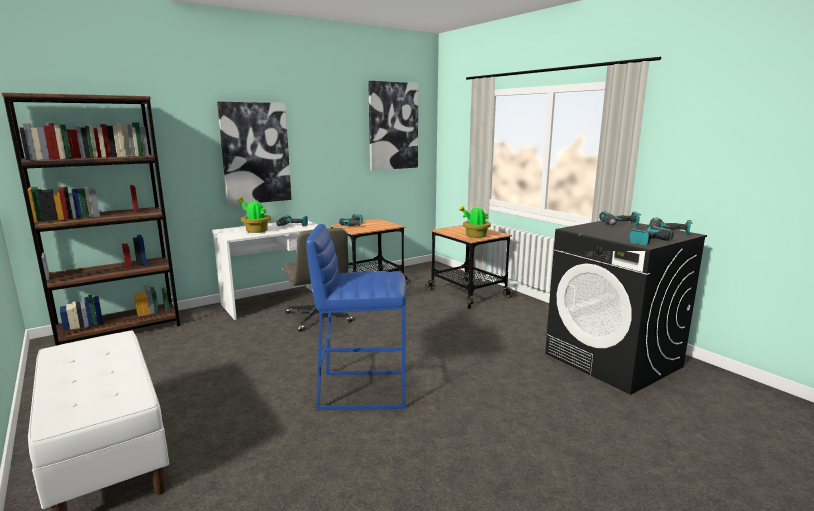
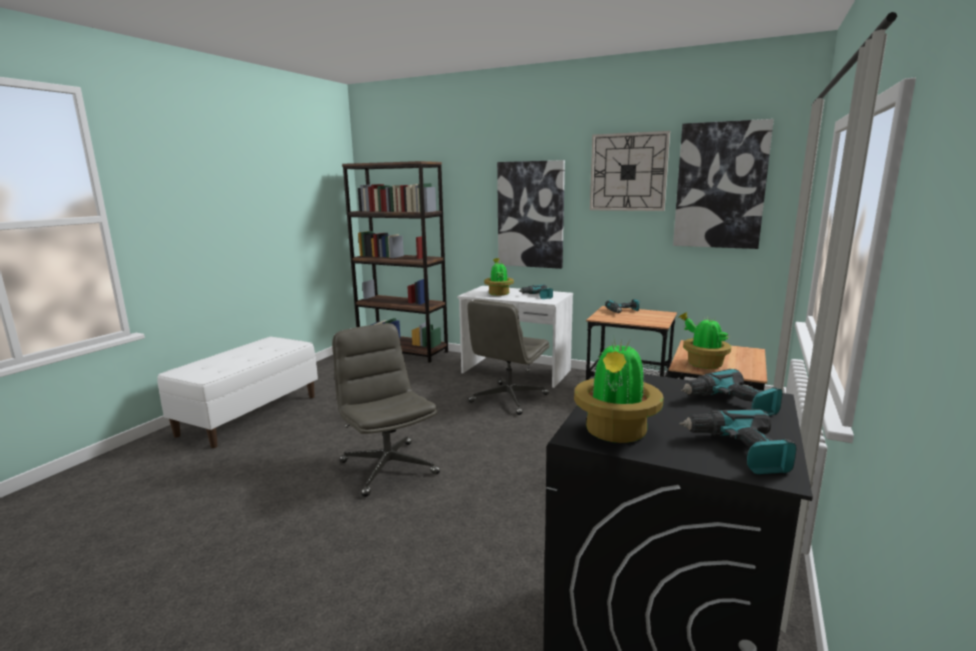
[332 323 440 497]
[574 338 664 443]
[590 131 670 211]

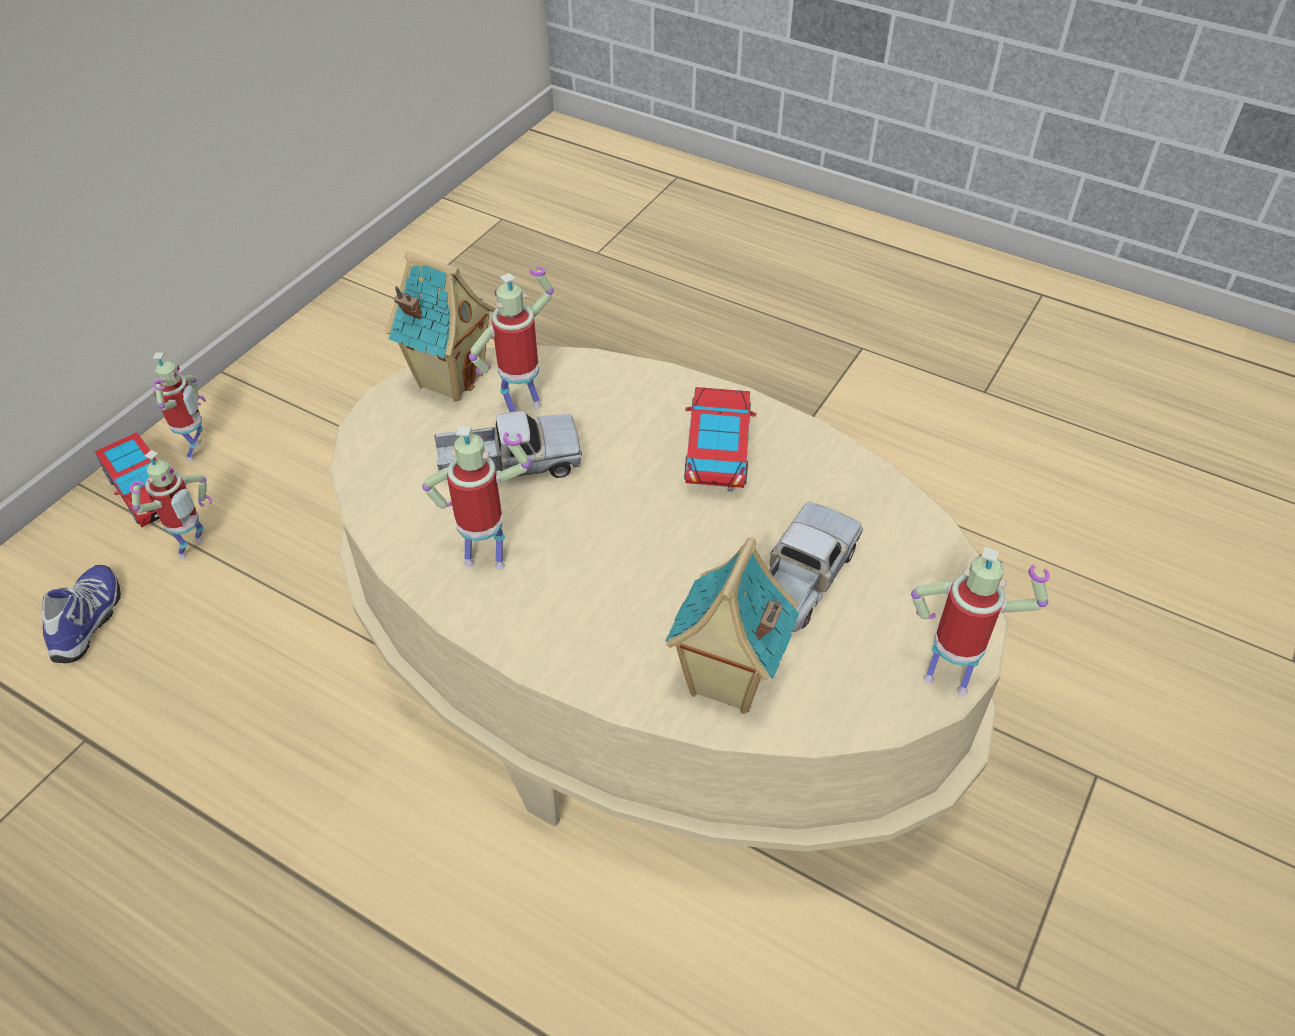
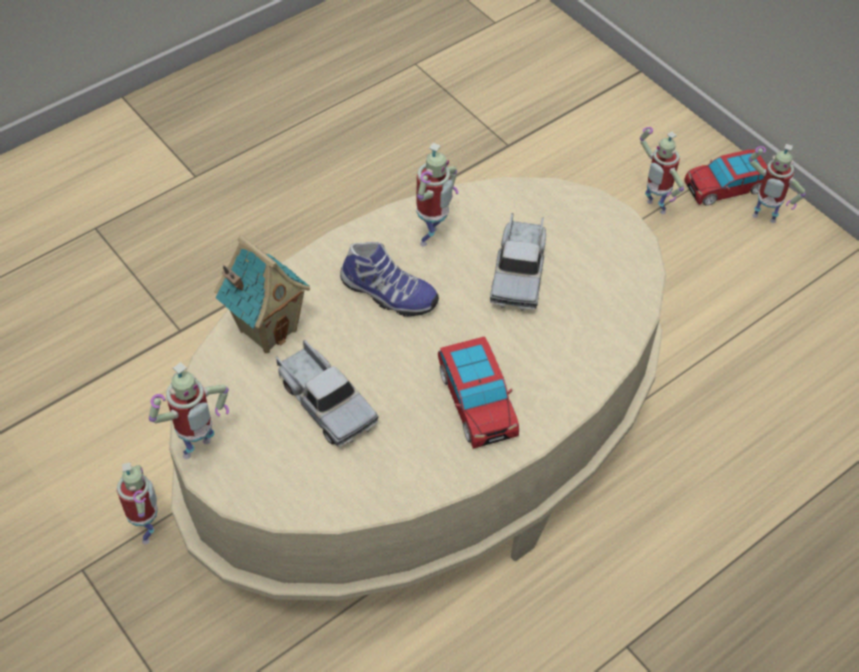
[117 462 158 545]
[340 242 439 317]
[438 336 519 449]
[385 251 495 402] (first image)

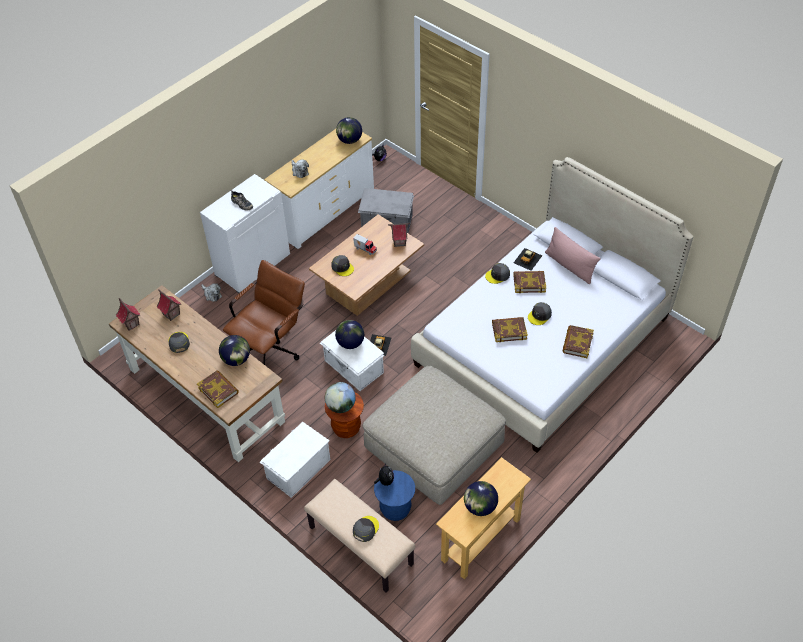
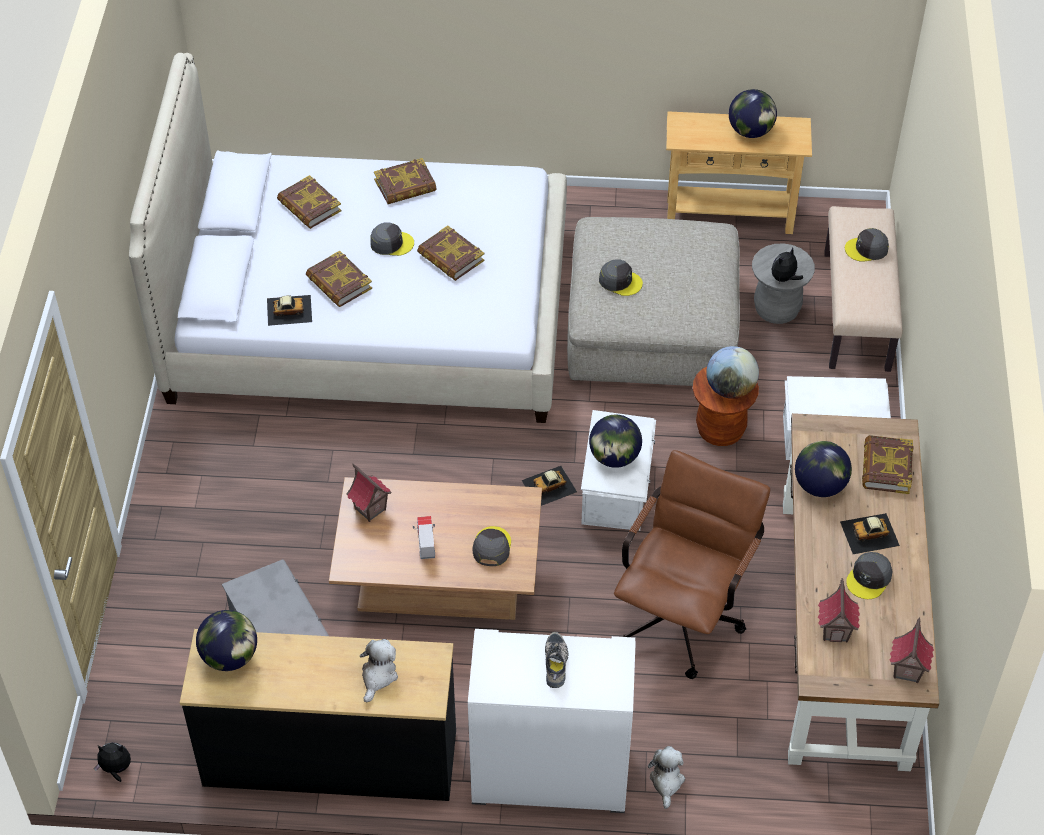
[180 629 456 801]
[277 175 341 229]
[599 259 643 296]
[614 450 770 679]
[752 243 815 324]
[840 513 900 554]
[545 227 601 284] (first image)

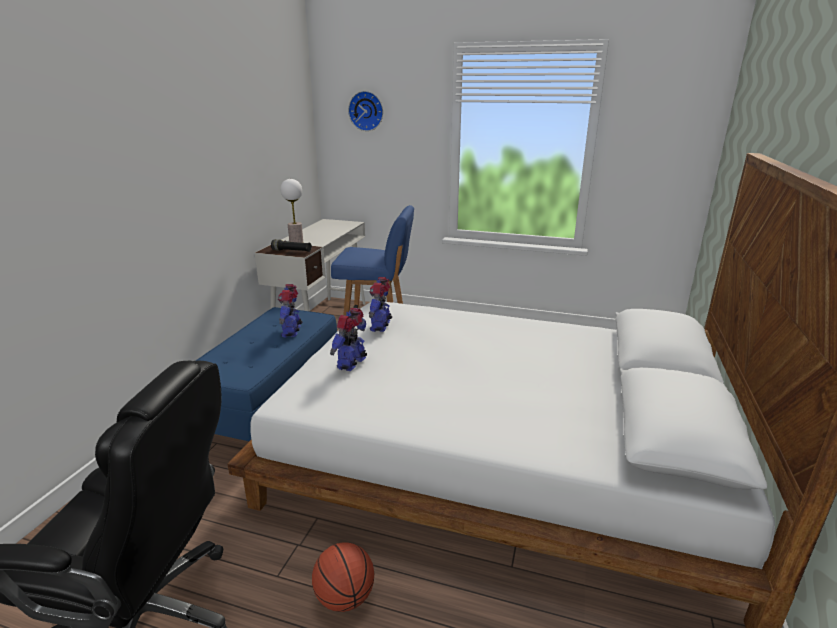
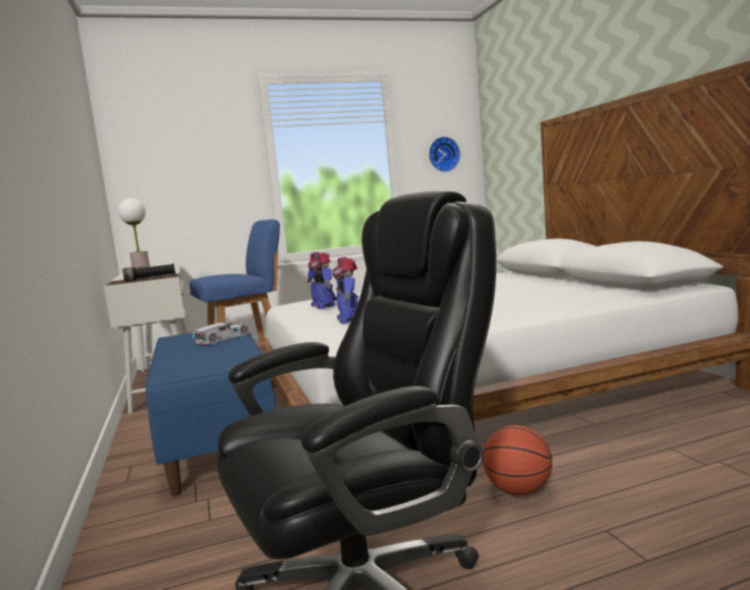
[192 322 250 345]
[429 137 460 172]

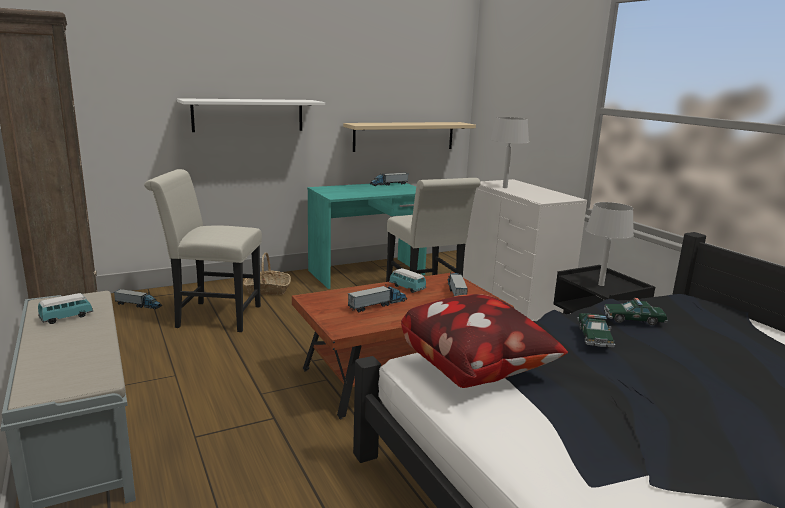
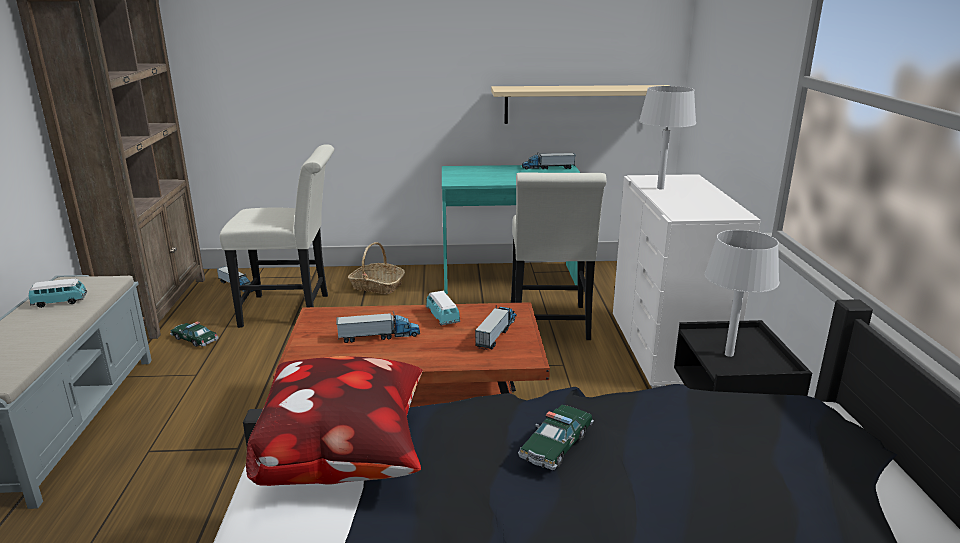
[170 321 219 347]
[220 144 334 328]
[177 98 325 132] (first image)

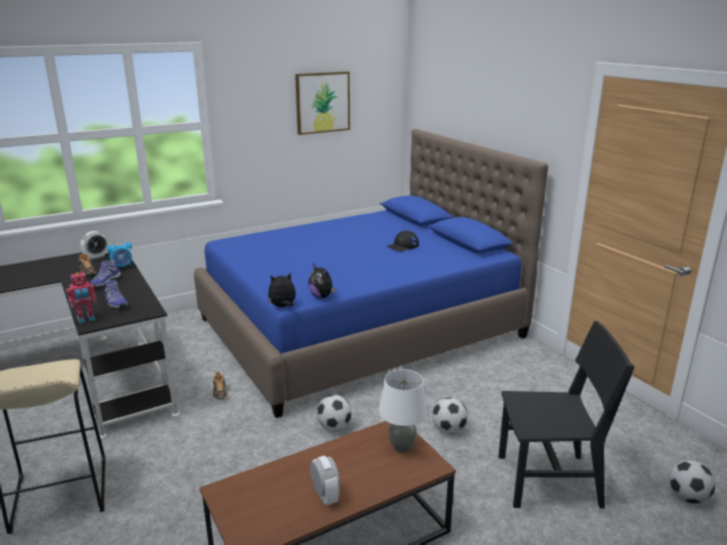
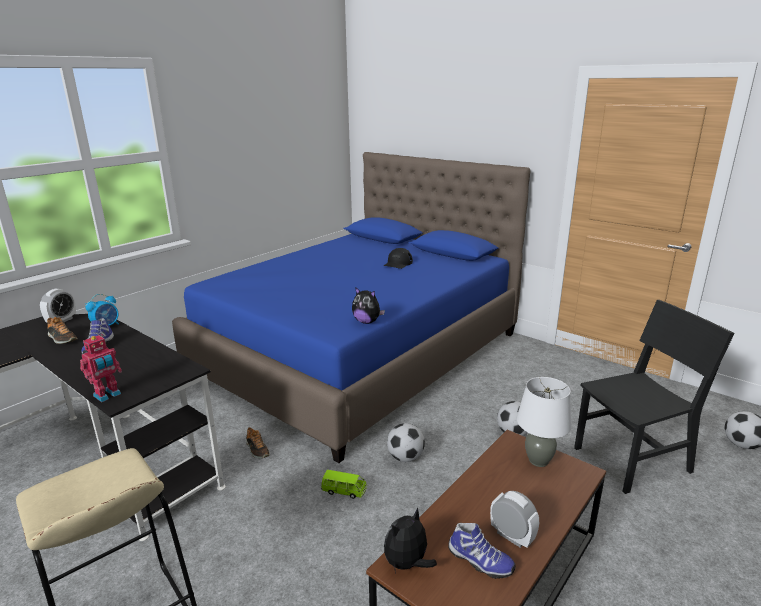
[321 470 367 499]
[384 508 437 574]
[448 523 516 579]
[295 71 350 135] (first image)

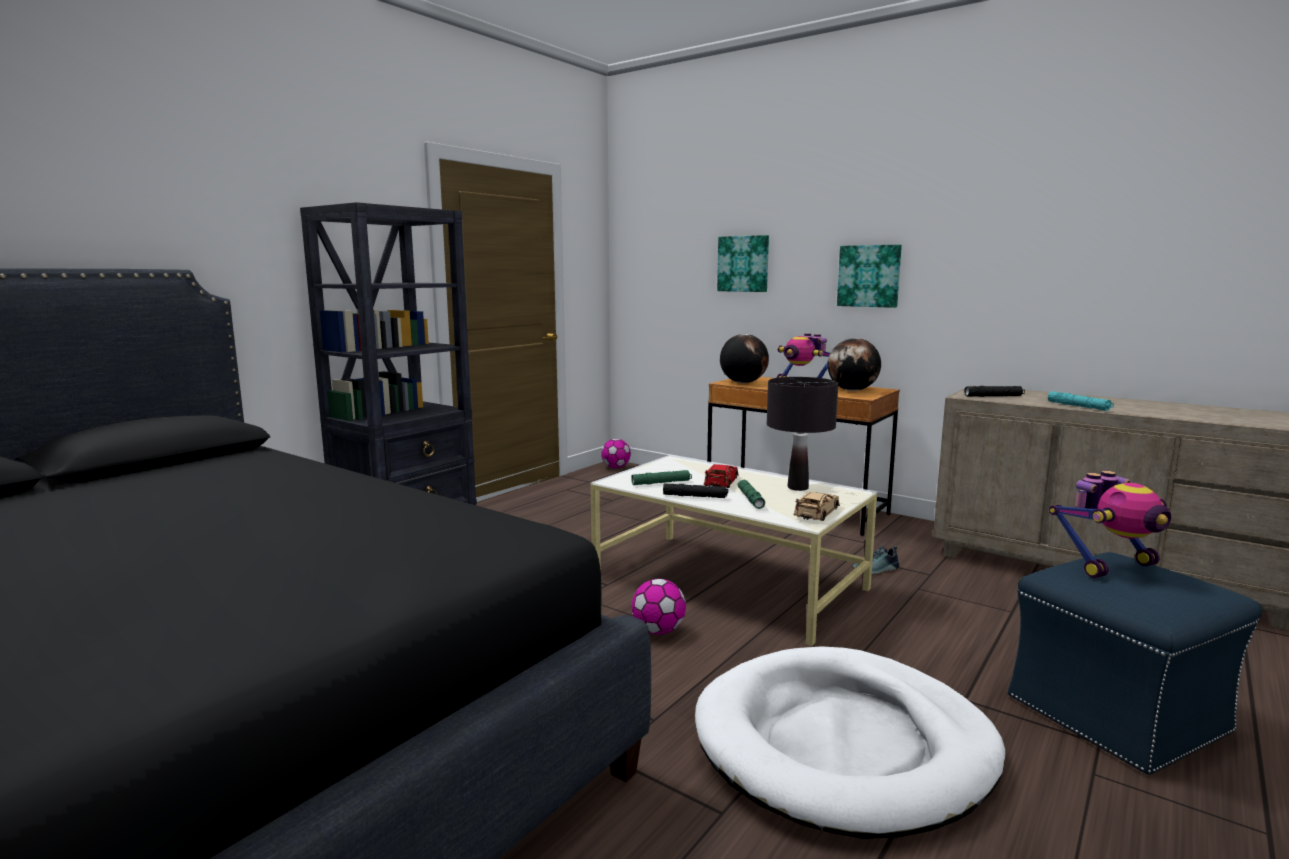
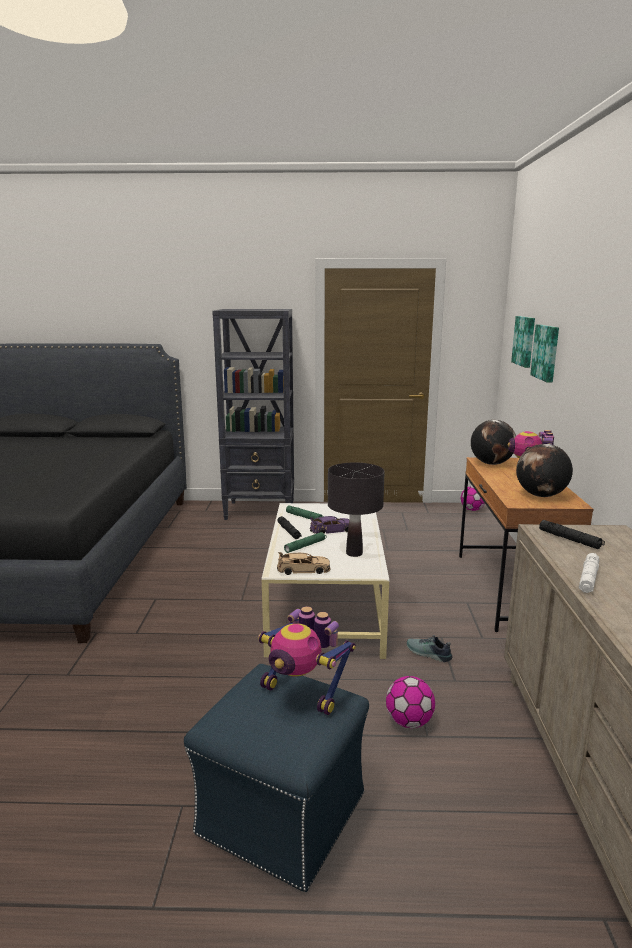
[310 516 349 534]
[386 676 435 728]
[511 316 535 368]
[579 553 599 593]
[695 646 1006 839] (first image)

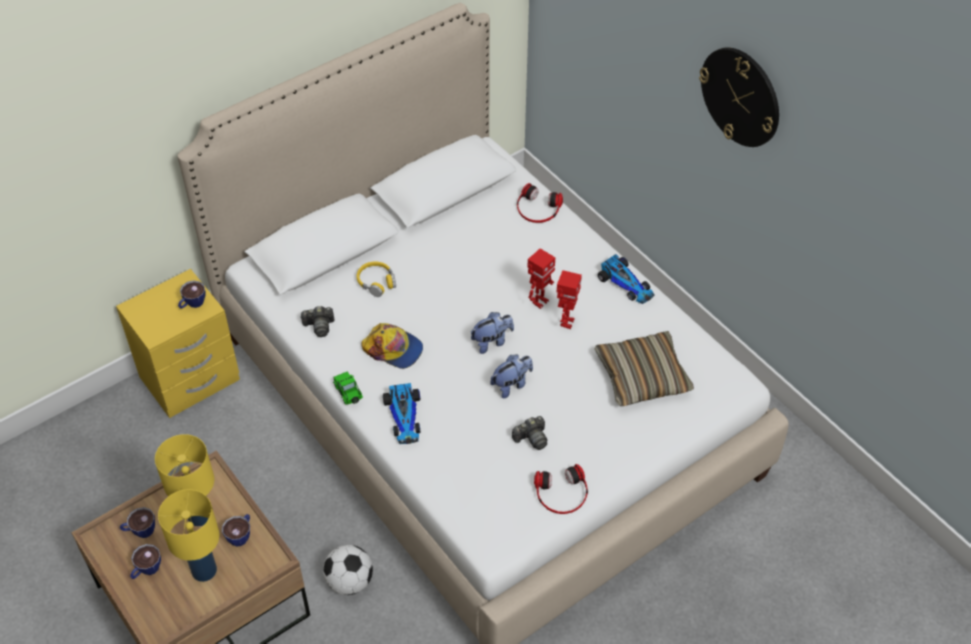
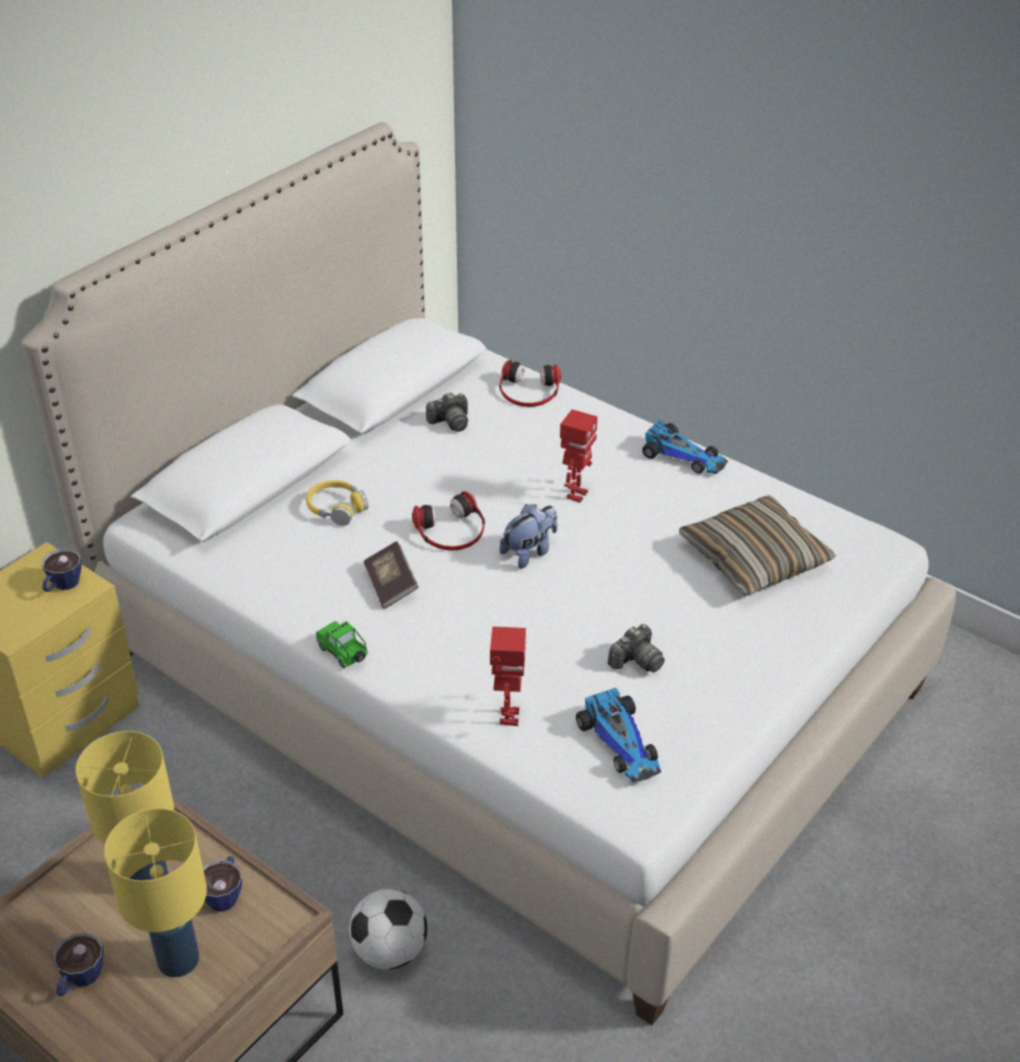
[364 541 418 609]
[412 491 485 551]
[426 392 468 432]
[490 626 526 726]
[576 688 661 782]
[120 507 155 538] (first image)
[490 355 533 398] (first image)
[699 47 779 147] (first image)

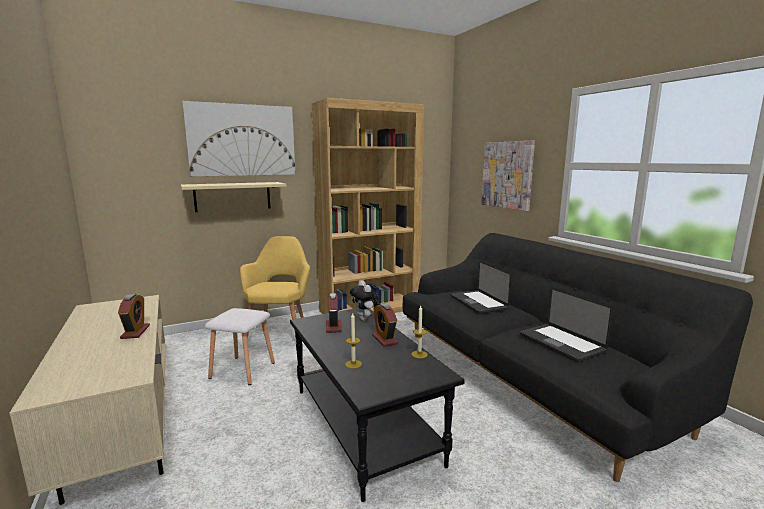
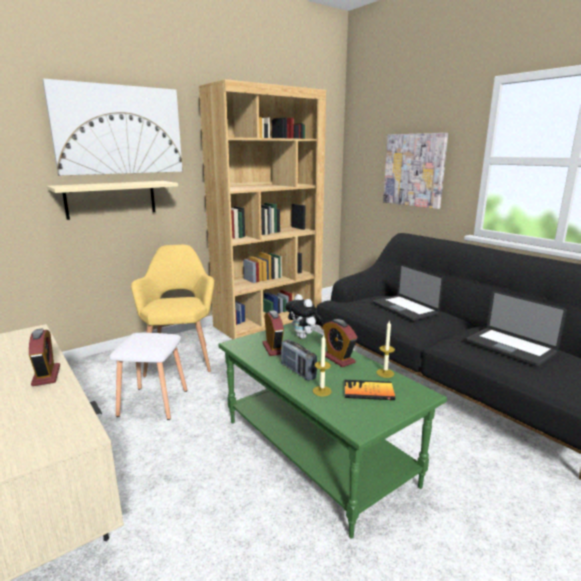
[218 323 447 538]
[281 339 317 381]
[344 380 395 400]

